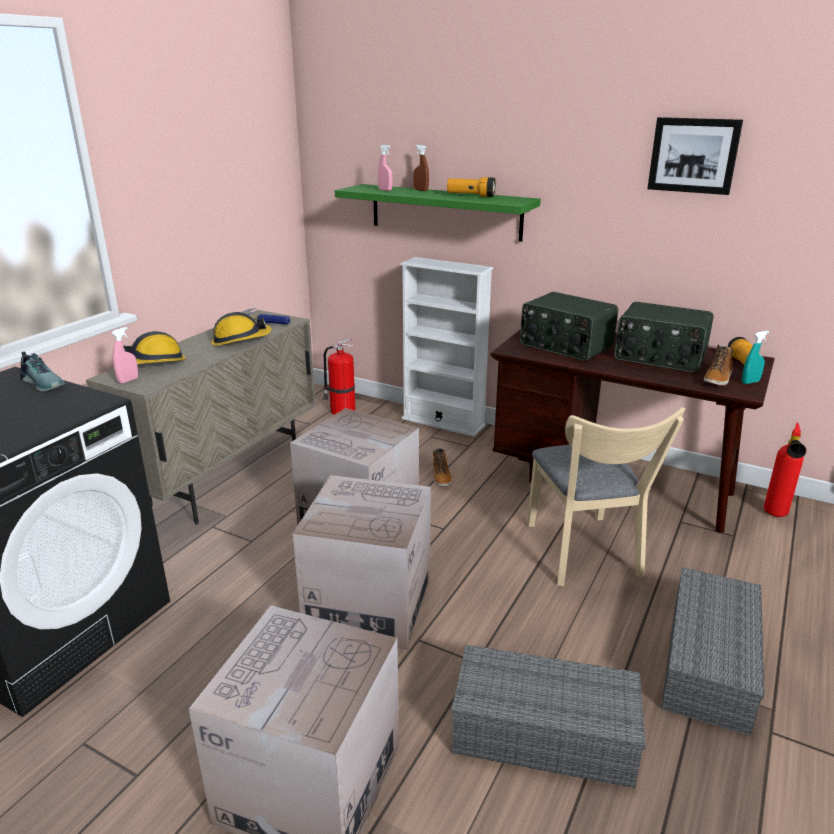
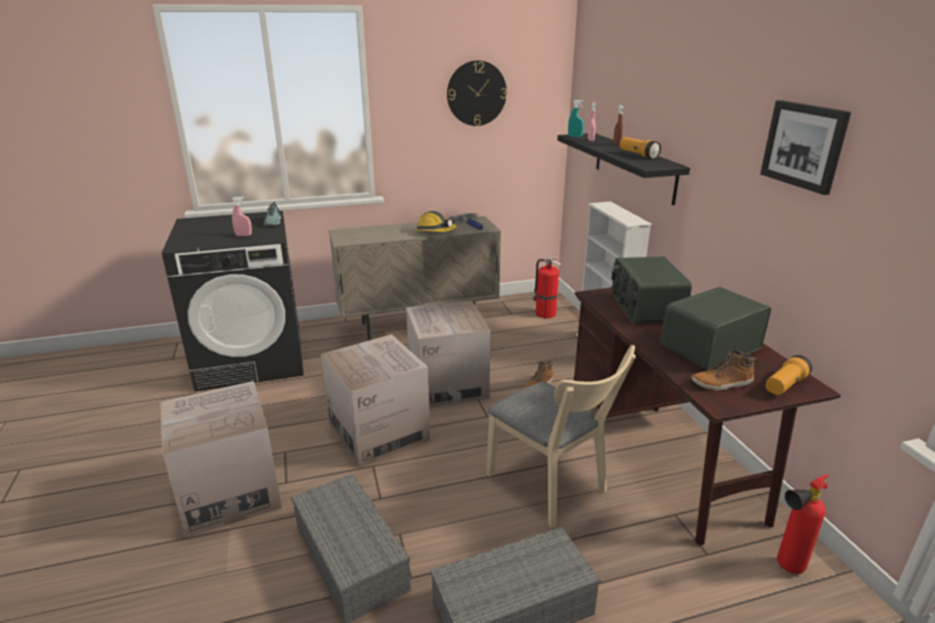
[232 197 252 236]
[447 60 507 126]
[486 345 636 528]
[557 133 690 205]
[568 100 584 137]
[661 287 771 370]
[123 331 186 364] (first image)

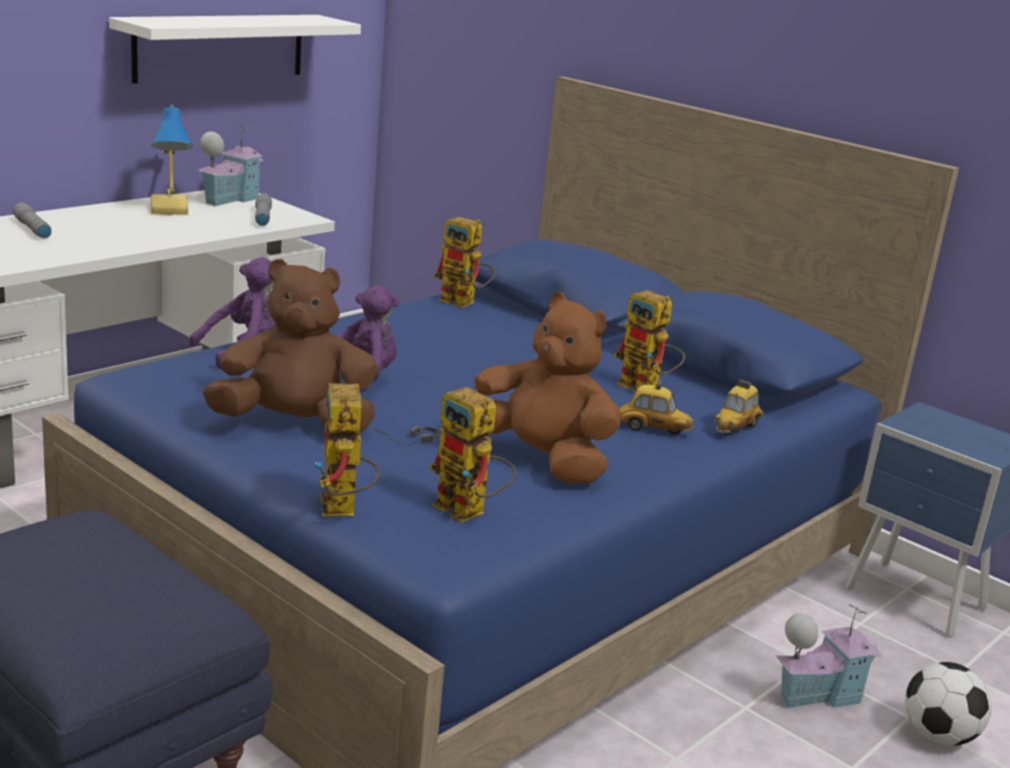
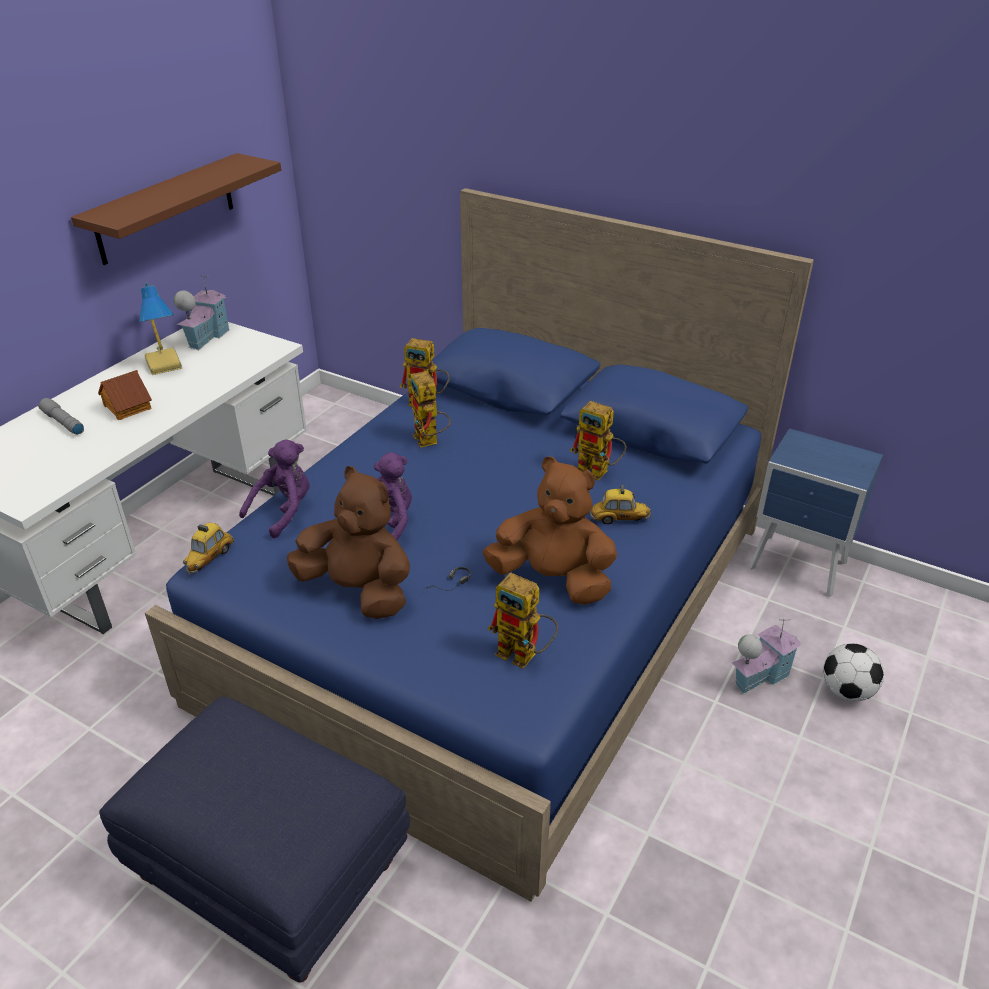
[71 153 281 265]
[98 370 152 420]
[183 523 234 574]
[287 466 410 619]
[410 371 451 448]
[255 193 272 226] (first image)

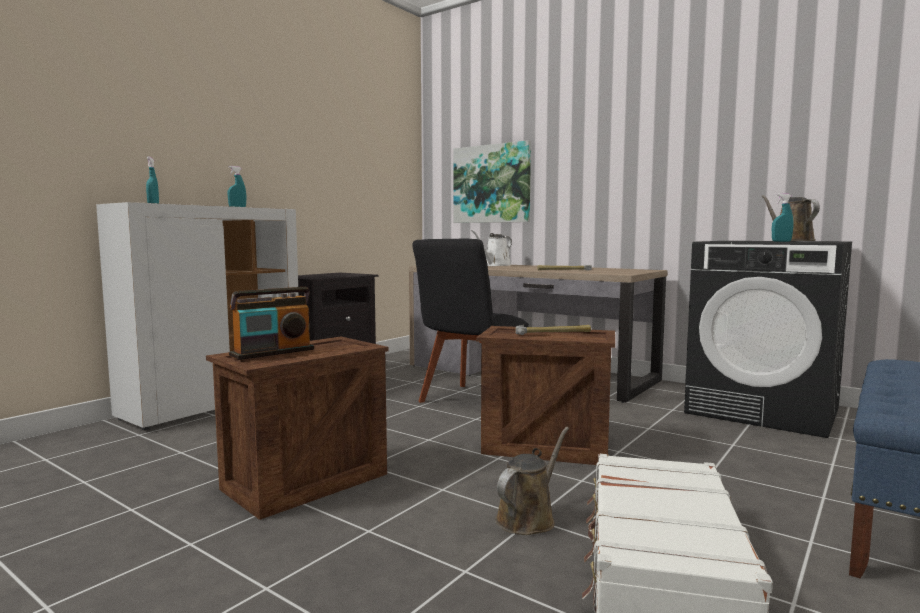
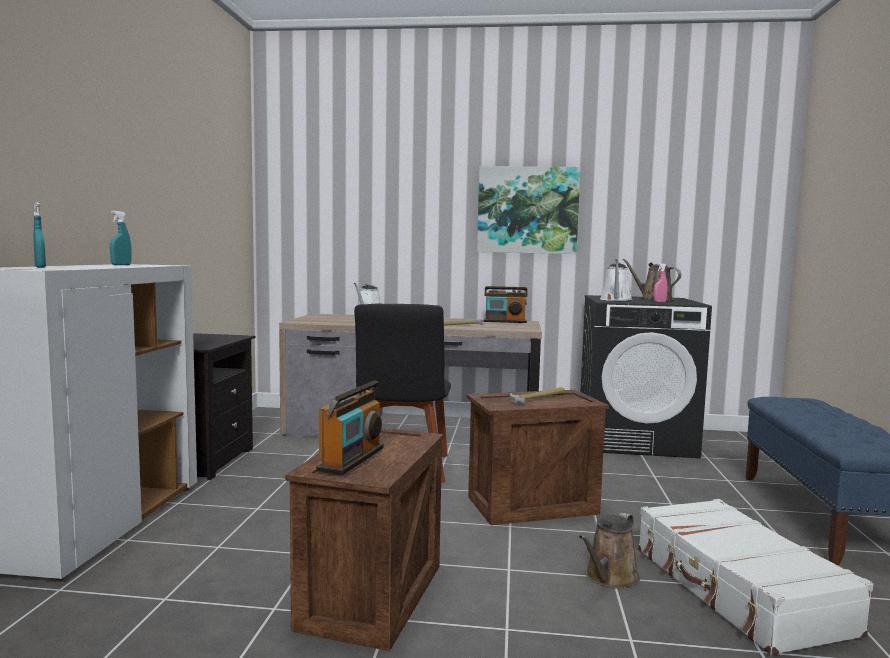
[477 166 581 254]
[484 286 528 323]
[579 512 640 589]
[600 259 633 301]
[654 263 667 302]

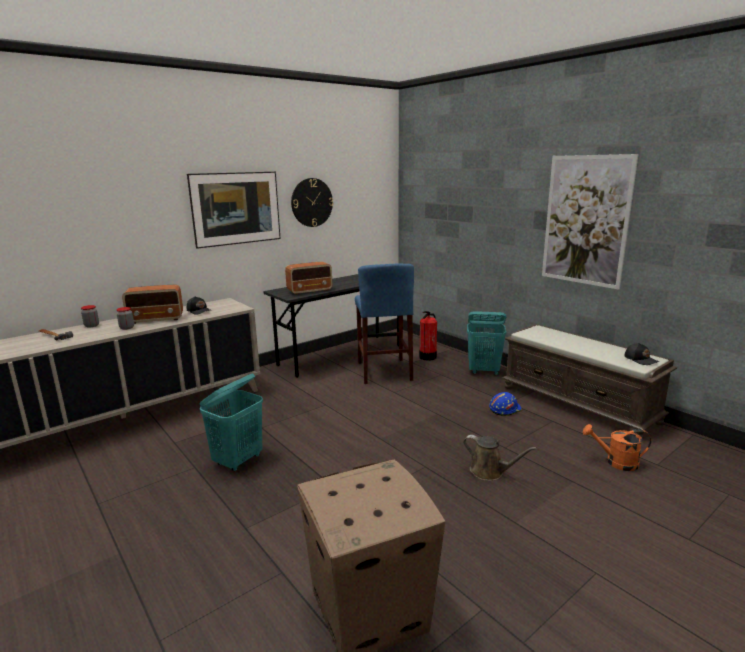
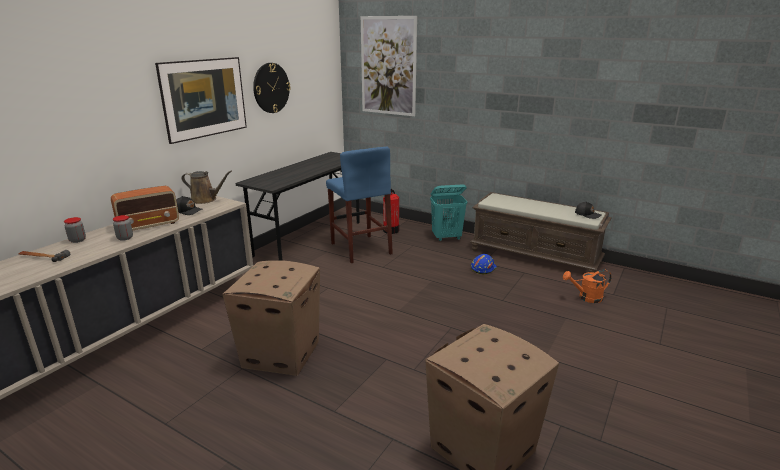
[182 171 232 204]
[222 260 320 376]
[361 16 417 116]
[285 262 332 295] (first image)

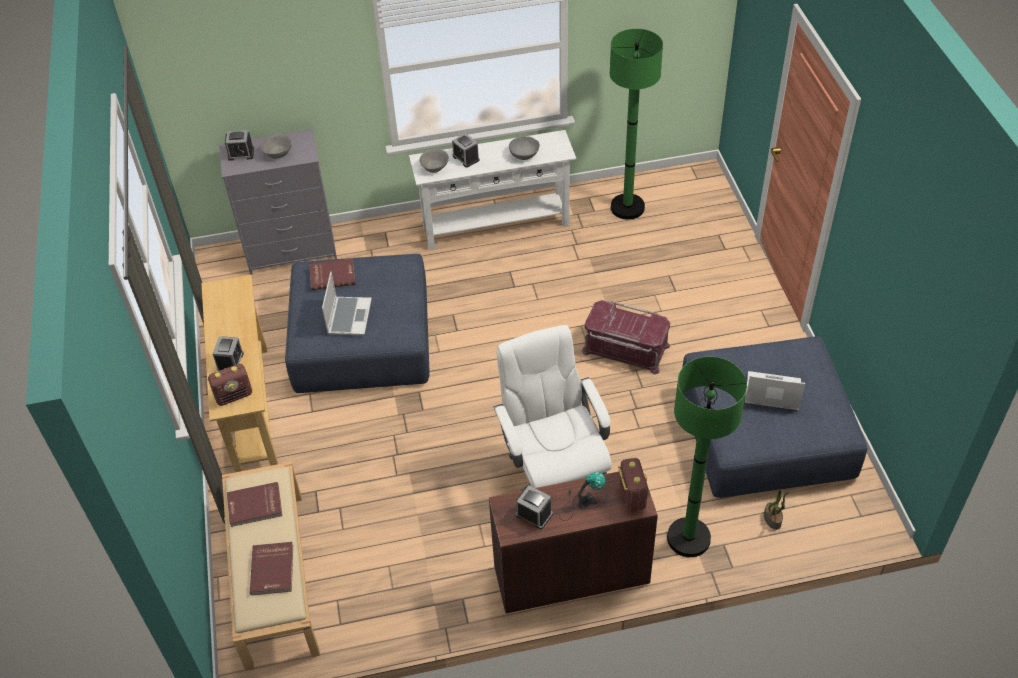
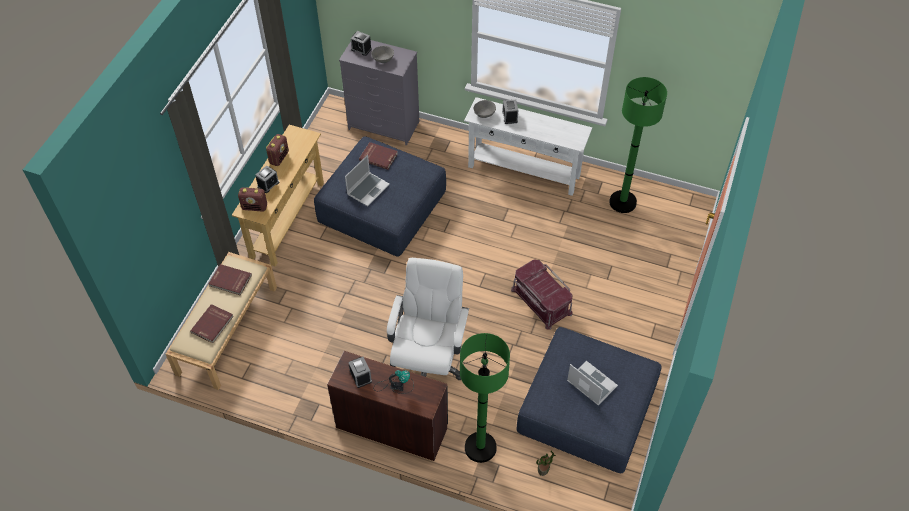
[266 134 289 166]
[509 136 540 160] (first image)

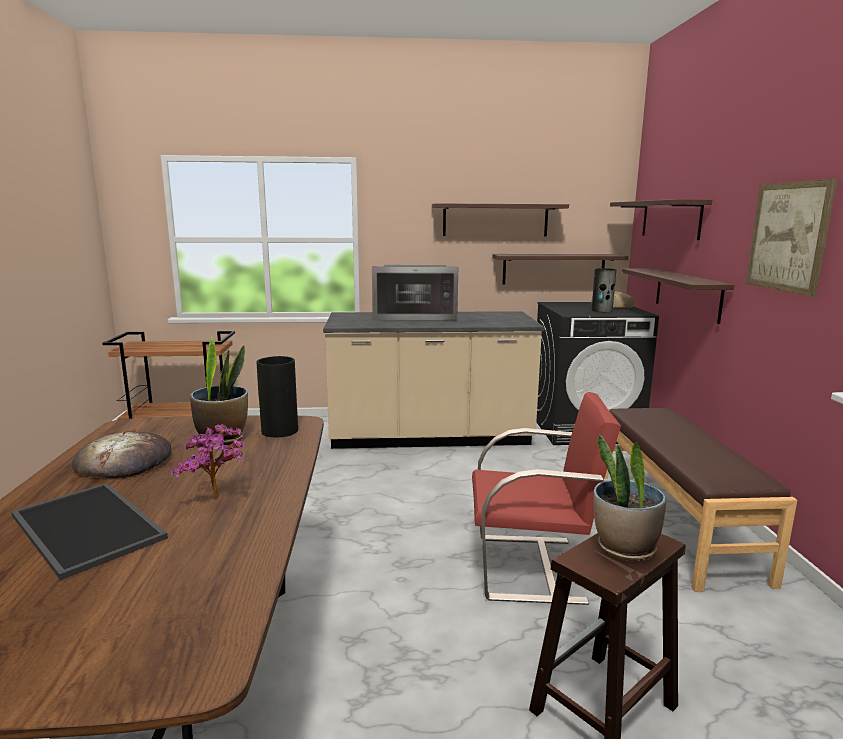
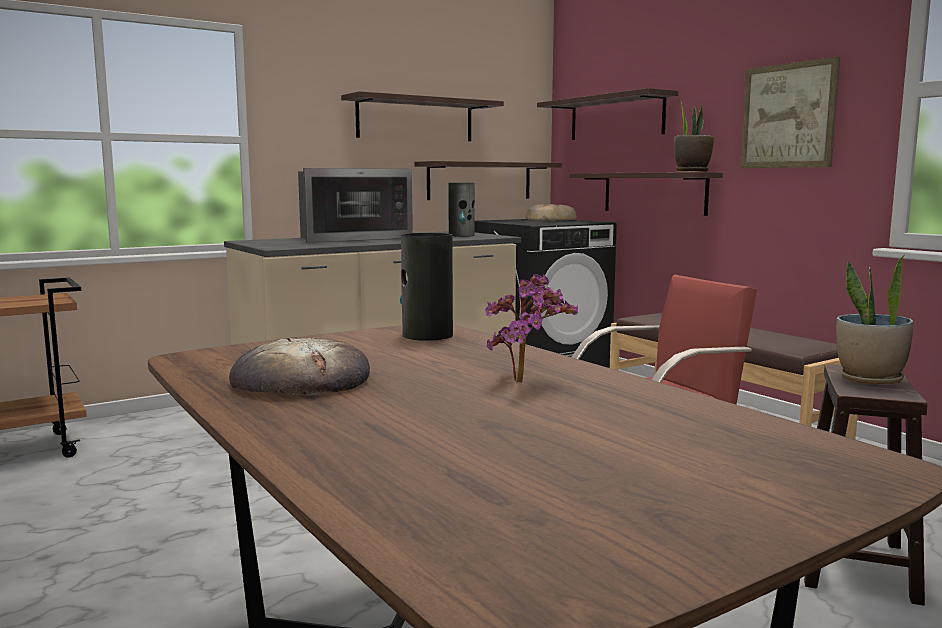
[448 183 475 237]
[674 98 714 172]
[11 483 168 580] (first image)

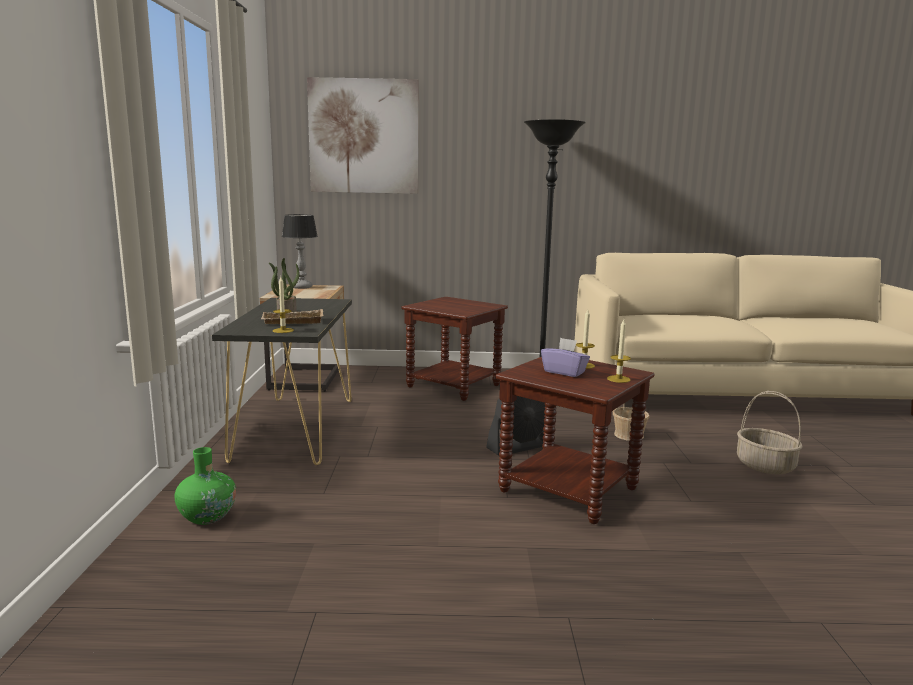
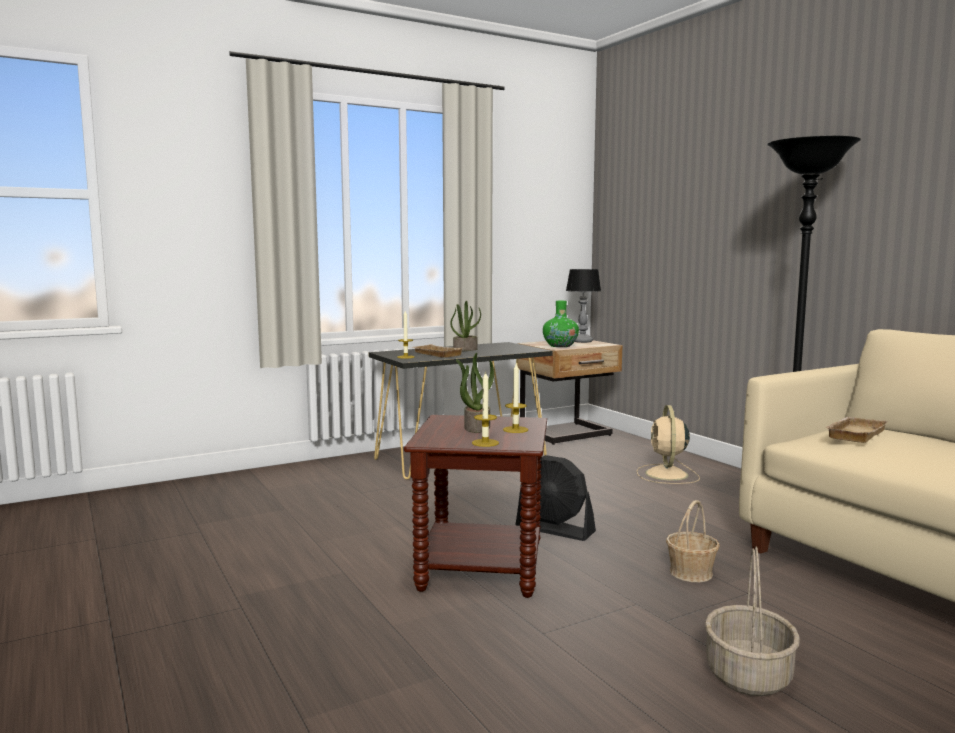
[456 353 494 433]
[543 301 579 347]
[636 405 700 484]
[826 417 888 443]
[307 77 419 194] (first image)

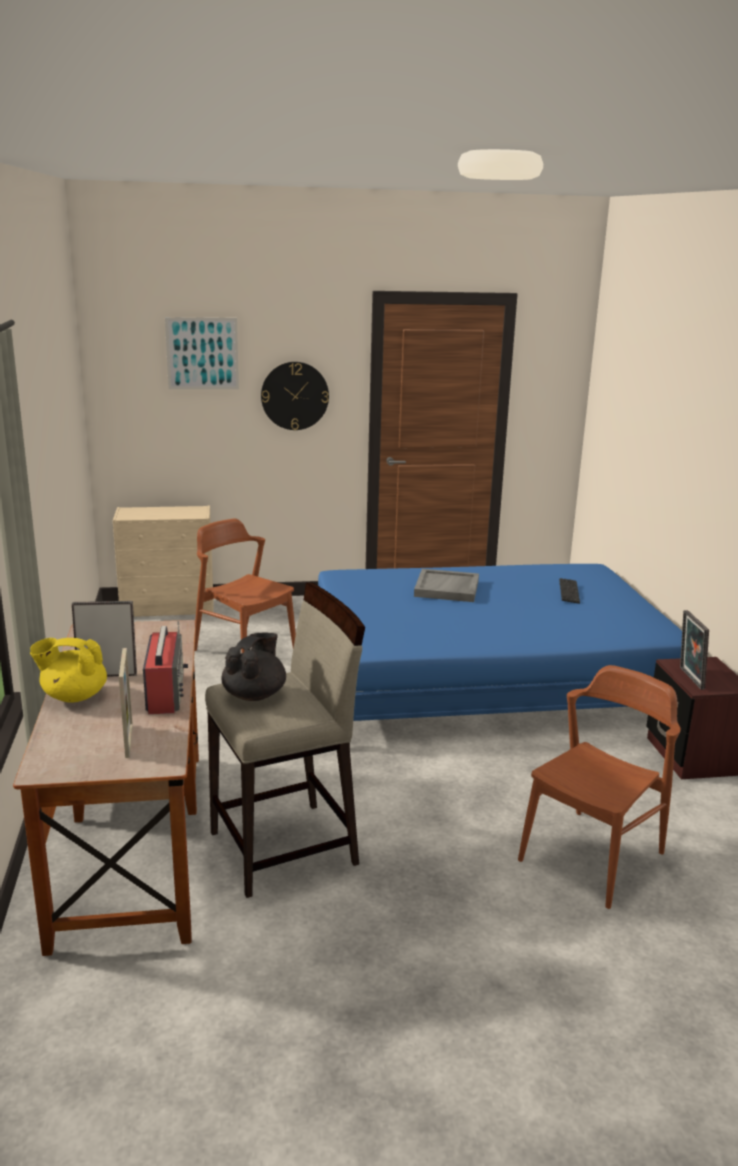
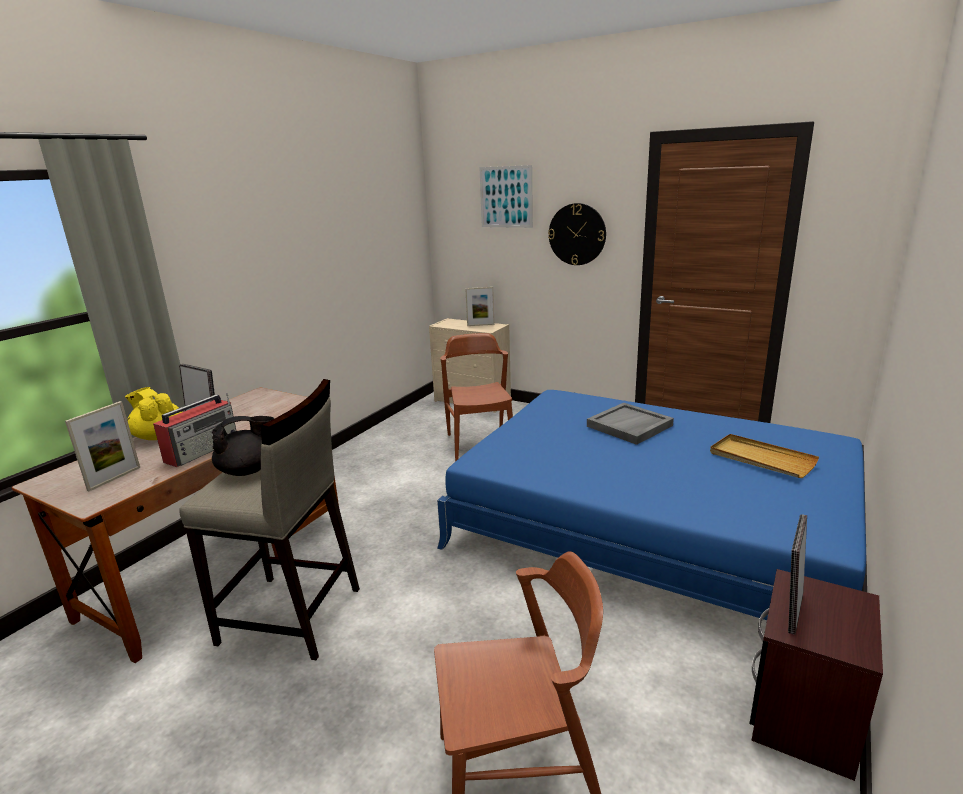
[465 287 494 326]
[710 434 819 478]

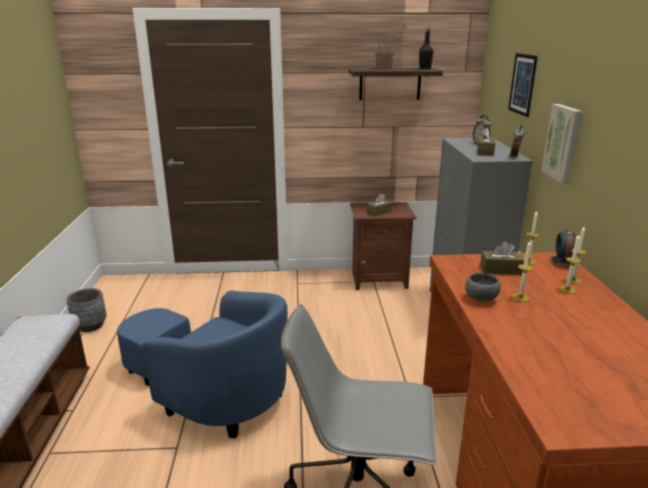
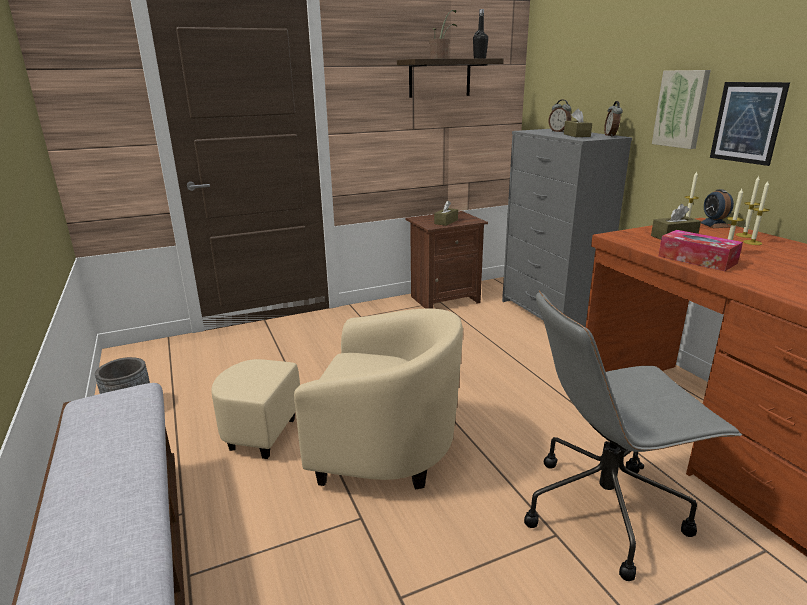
[211 308 463 489]
[658 230 743 271]
[710 82 790 166]

